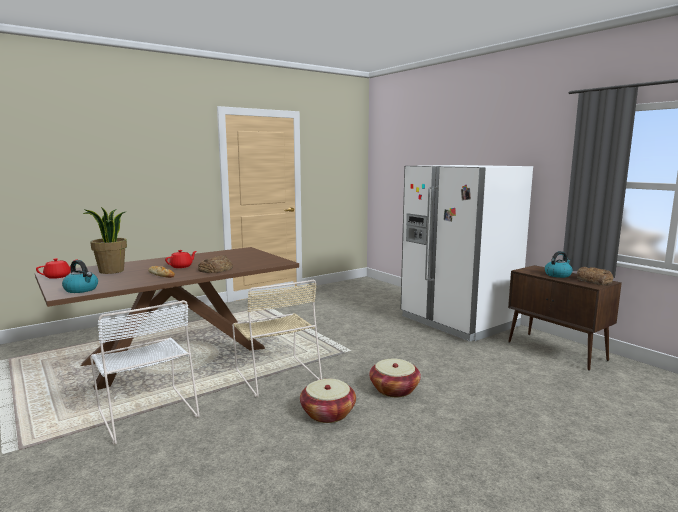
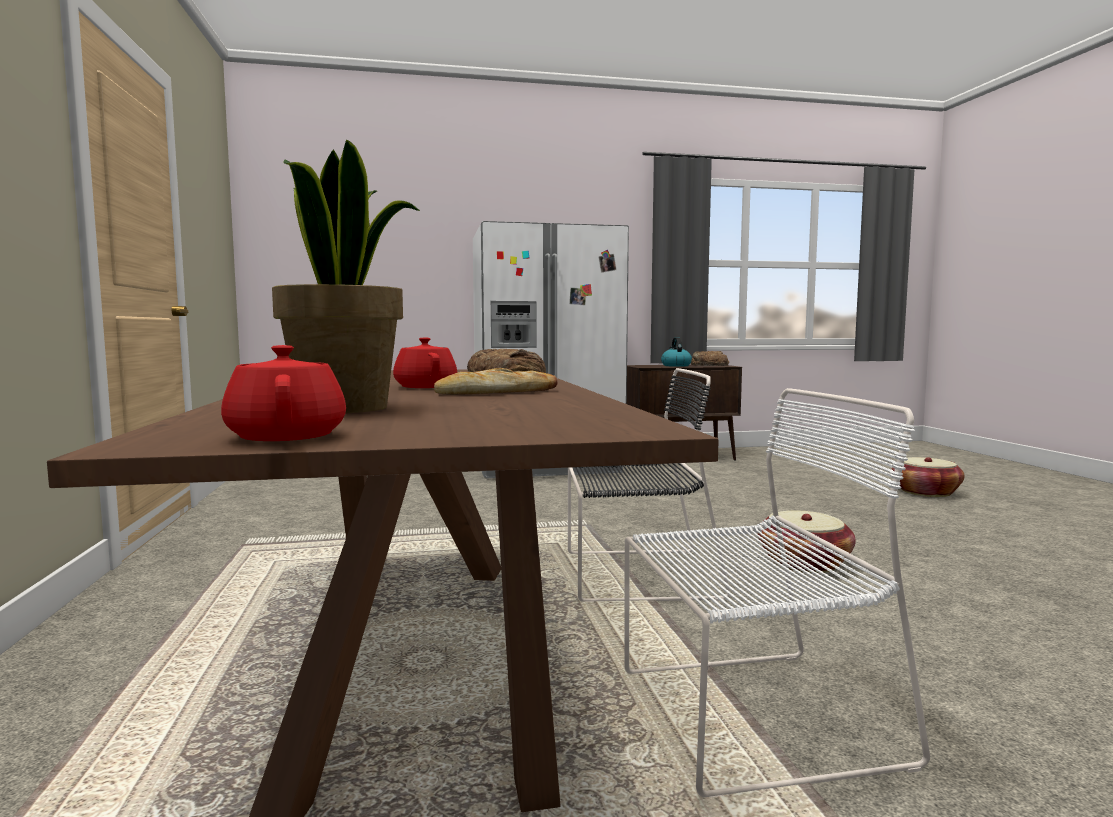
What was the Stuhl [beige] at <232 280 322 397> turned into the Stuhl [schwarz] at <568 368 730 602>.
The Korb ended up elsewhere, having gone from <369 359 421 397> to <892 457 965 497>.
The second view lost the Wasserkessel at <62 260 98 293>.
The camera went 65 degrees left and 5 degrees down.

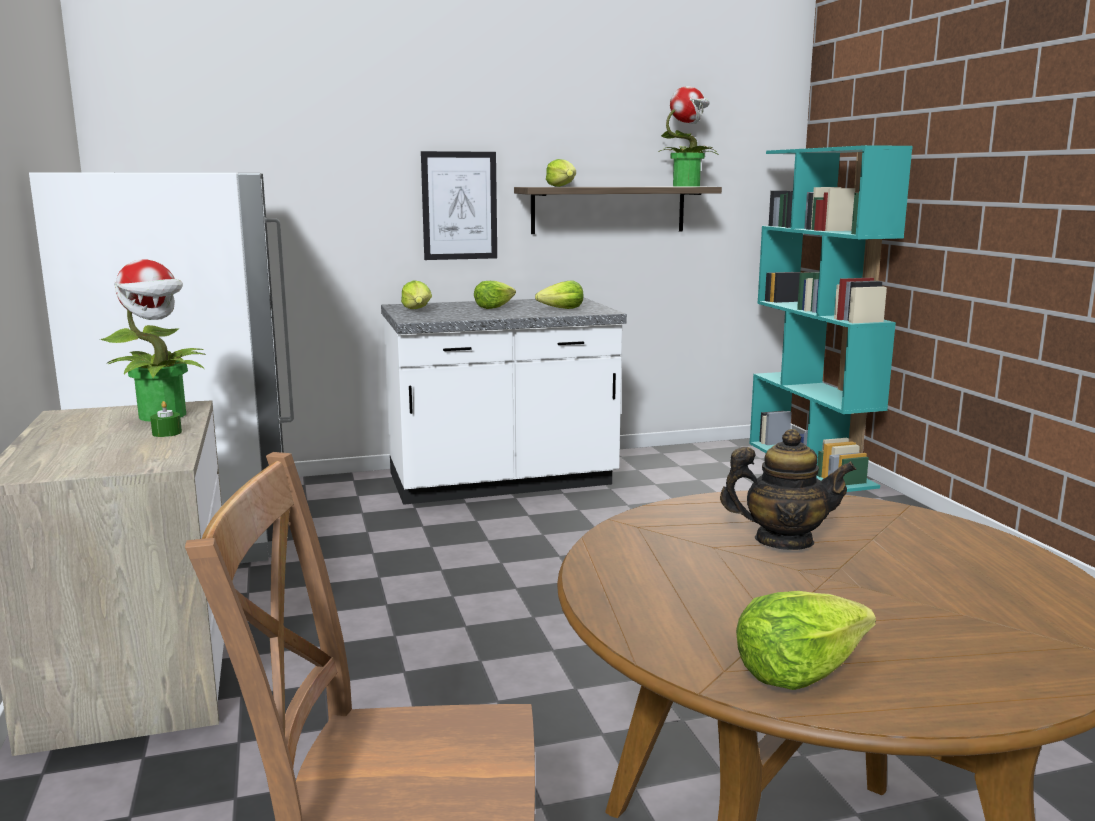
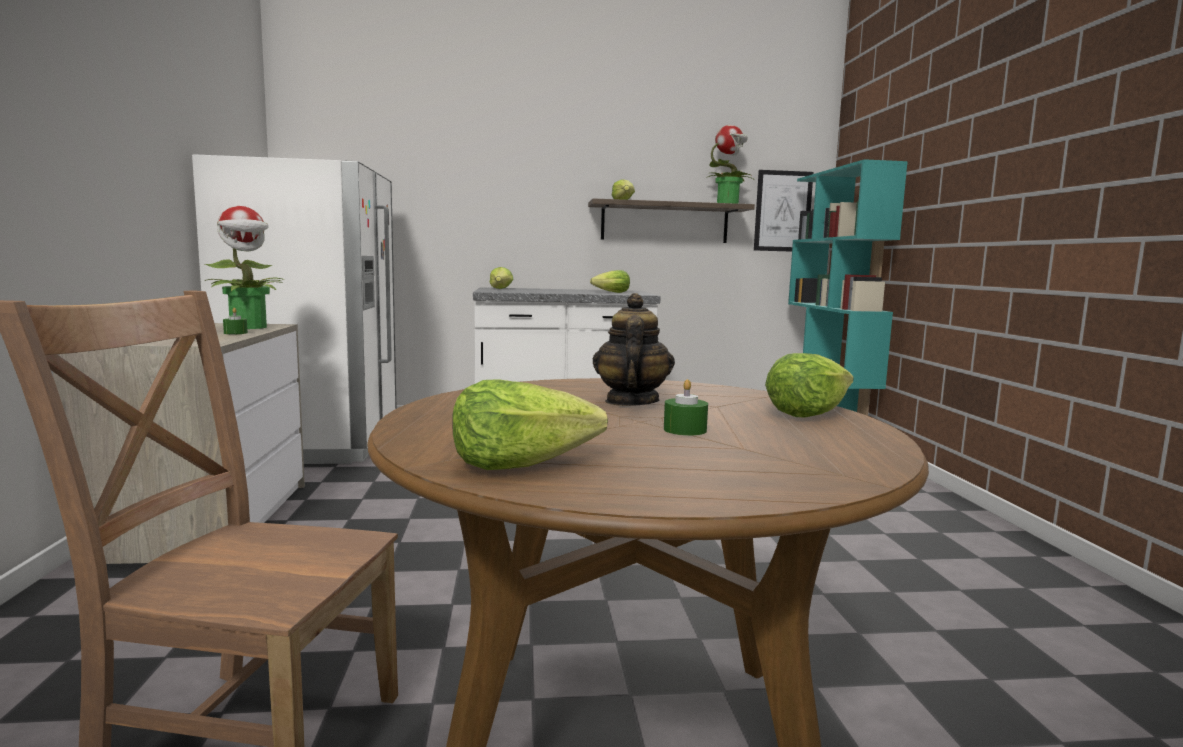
The Teekanne at <720 429 856 550> ended up facing another way, 105 degrees counterclockwise from before.
The second view gained the Kerze [grün] at <664 379 708 436>.
The Bild ended up elsewhere, having gone from <421 151 497 260> to <754 170 814 252>.
The Salatkopf ended up elsewhere, having gone from <474 281 516 309> to <765 353 854 417>.
The camera went 10 degrees right and 5 degrees down.

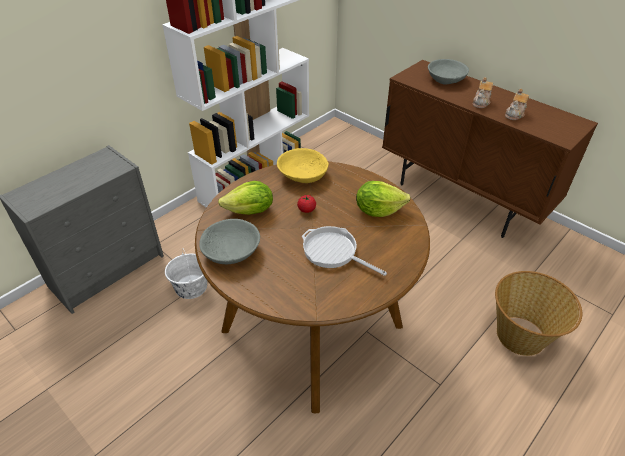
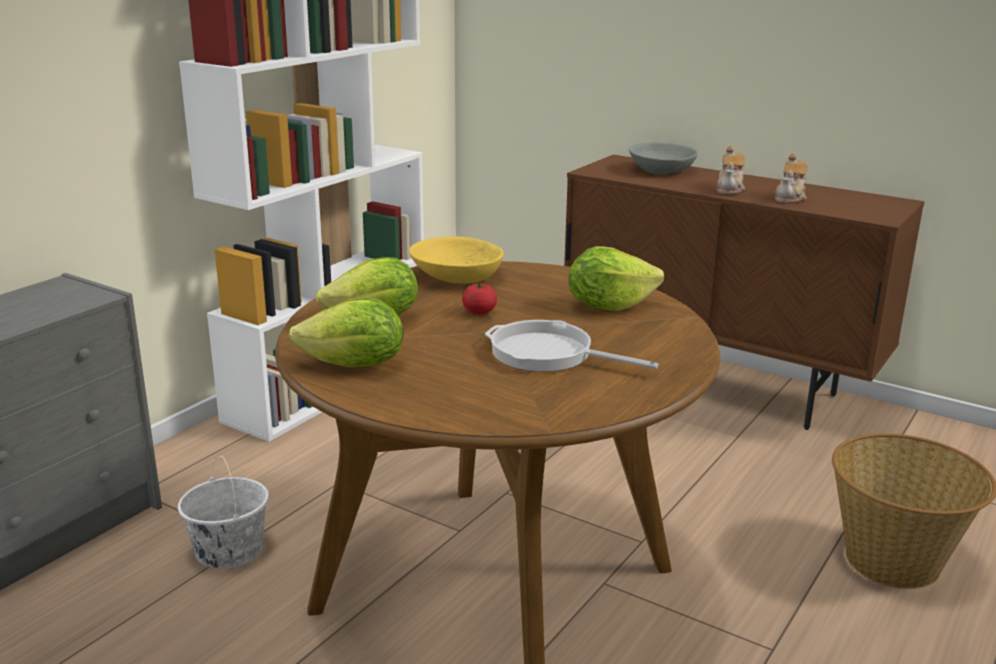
Where the Schüssel [grau] stood at <199 219 260 264>, the Salatkopf came to stand at <289 298 403 367>.
The camera went 10 degrees left and 20 degrees down.

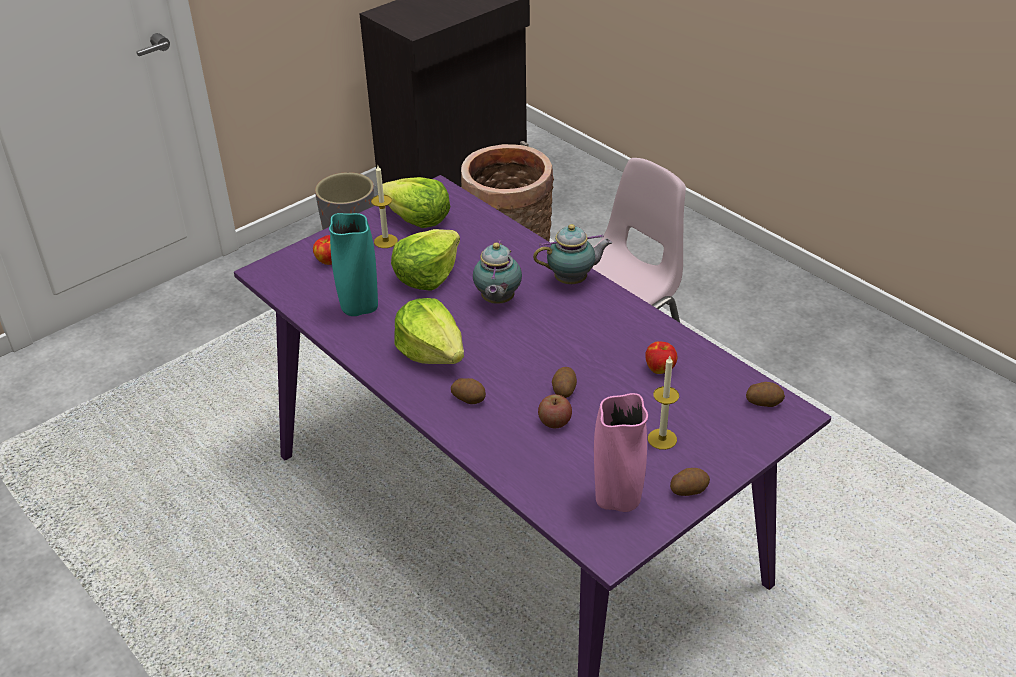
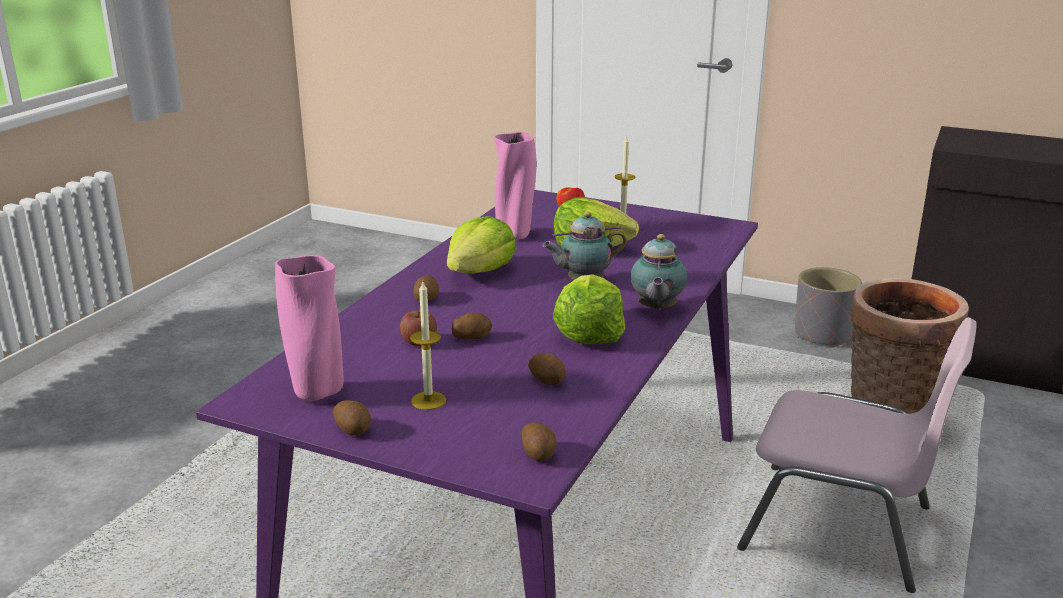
What was the Vase [türkis] at <329 213 378 316> turned into the Vase [rosa] at <494 132 537 240>.
Where the Apfel stood at <645 341 677 374>, the Kartoffel came to stand at <528 354 566 385>.
The Salatkopf ended up elsewhere, having gone from <383 177 450 228> to <553 274 625 344>.
The Teekanne at <533 224 612 284> ended up facing another way, 45 degrees clockwise from before.
The camera went 65 degrees right and 15 degrees down.

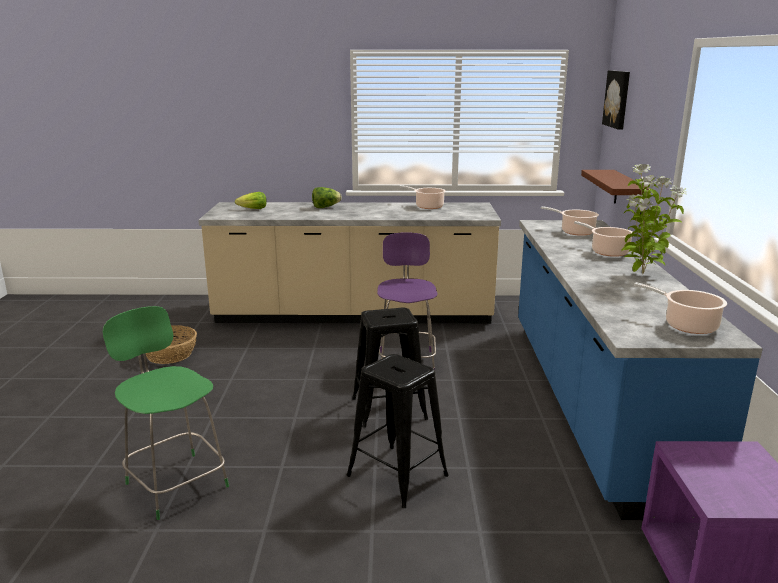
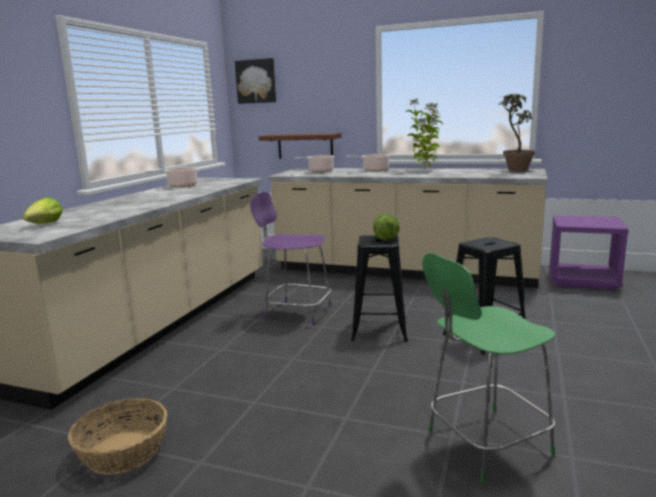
What was the Küchenzeile [blau] at <518 220 763 520> turned into the Küchenzeile [beige] at <268 168 548 288>.
The Salatkopf ended up elsewhere, having gone from <312 187 342 208> to <373 214 400 241>.
Where the Kochtopf stood at <634 282 727 334>, the Topfpflanze came to stand at <499 94 535 172>.
The camera went 70 degrees left and 5 degrees down.

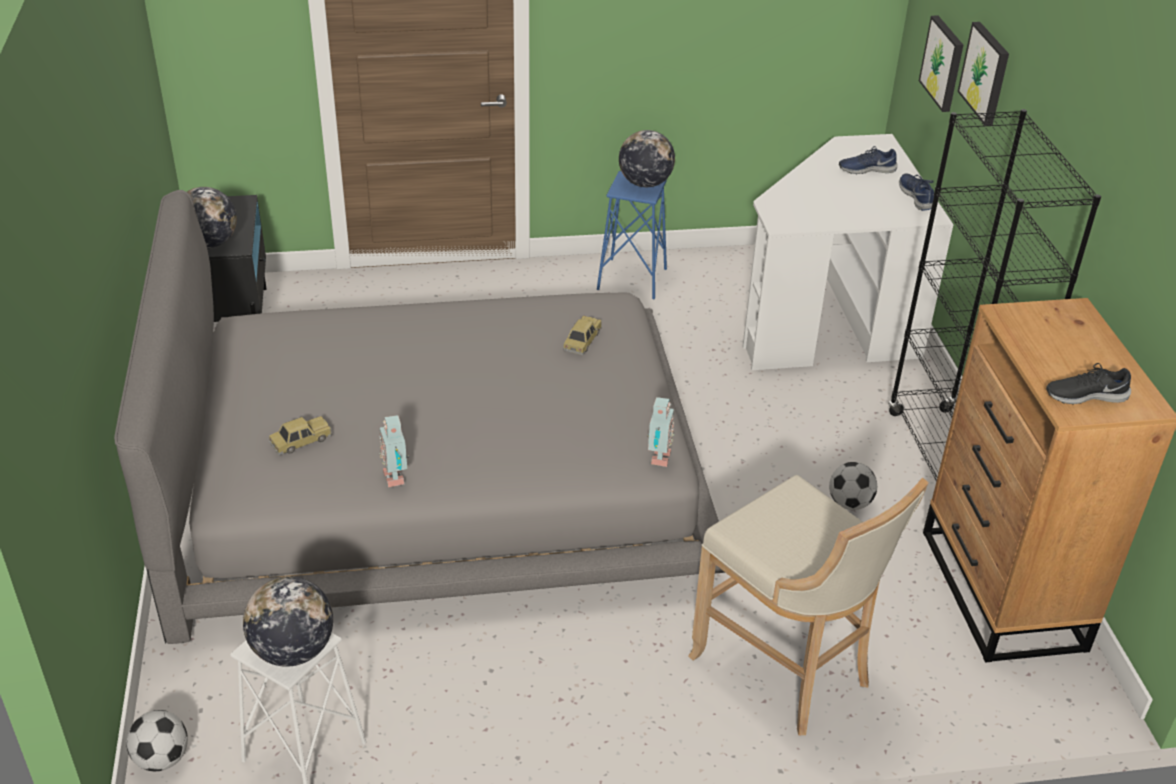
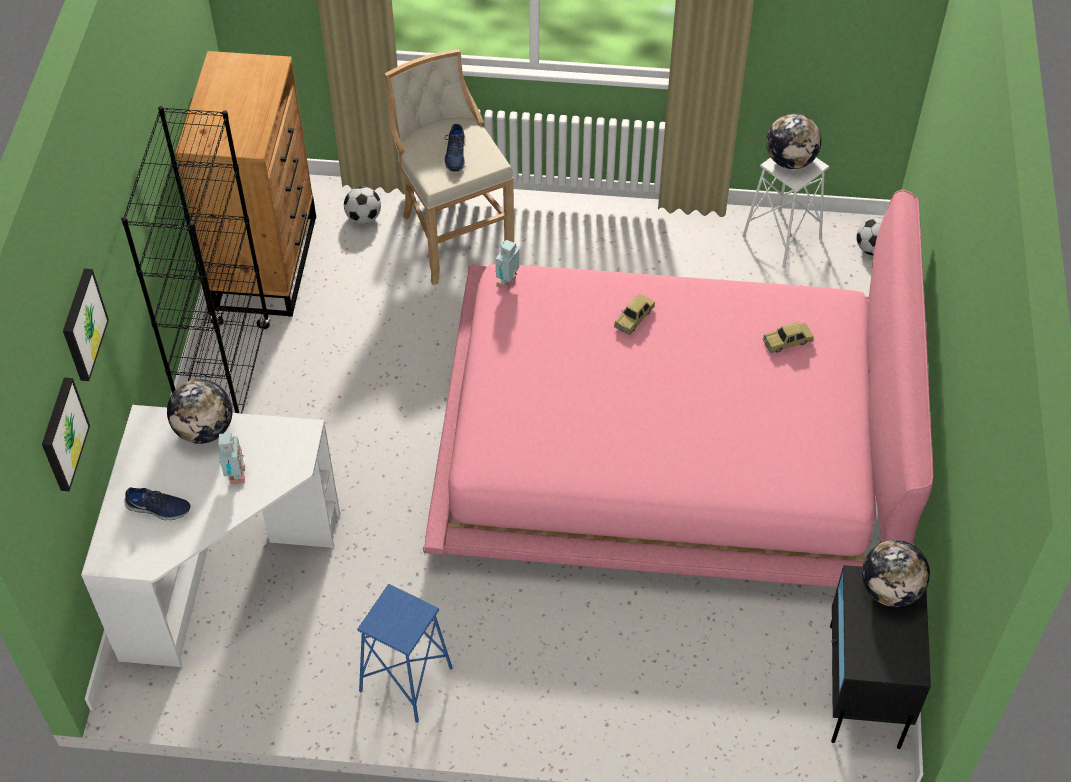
The Globus ended up elsewhere, having gone from <619 130 675 187> to <167 379 233 444>.
The Spielzeugroboter ended up elsewhere, having gone from <379 415 409 488> to <218 433 245 484>.
The Fußball ended up elsewhere, having gone from <829 462 877 510> to <344 187 381 224>.
What was the Bett [grau] at <114 190 725 644> turned into the Bett [rosa] at <423 190 934 587>.
The Schuh [blau] ended up elsewhere, having gone from <899 173 934 211> to <444 124 465 172>.
The Spielzeugauto ended up elsewhere, having gone from <563 316 602 355> to <614 294 655 335>.
The second view lost the Schuh [schwarz] at <1046 363 1131 404>.
The camera went 165 degrees left and 15 degrees up.

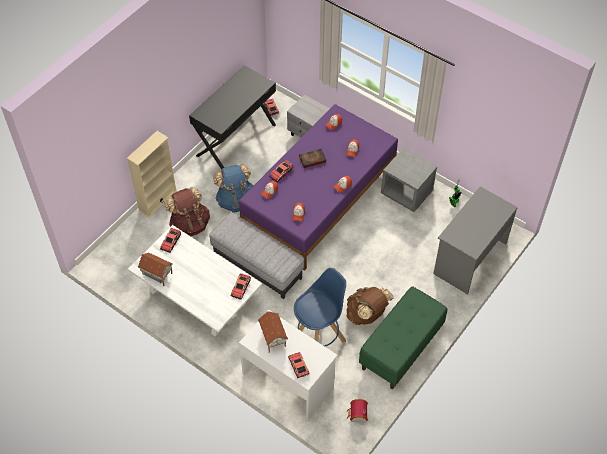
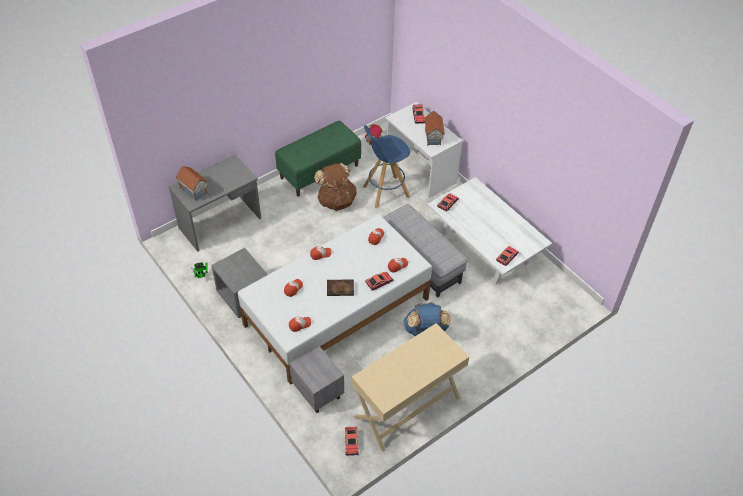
The Spielzeughaus ended up elsewhere, having gone from <138 253 173 286> to <176 166 208 201>.
What was the Bett [lila] at <239 104 398 271> turned into the Bett [weiß] at <238 214 432 385>.
What was the Schreibtisch [schwarz] at <189 65 276 170> turned into the Schreibtisch [beige] at <352 323 469 452>.
The second view lost the Bücherregal [beige] at <127 131 177 218>.
The second view lost the Rucksack [braun] at <164 187 210 236>.
The camera went 165 degrees left and 5 degrees down.

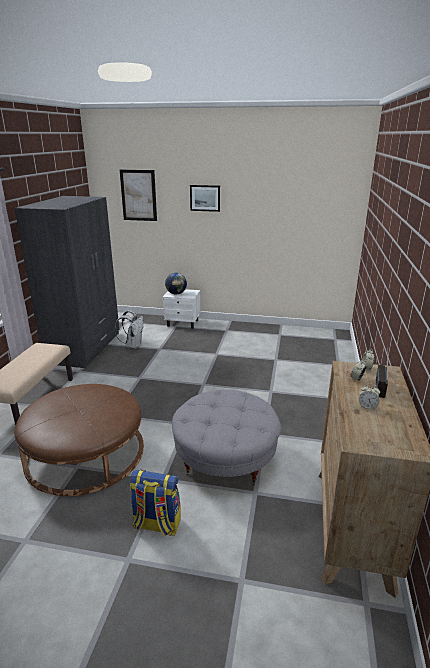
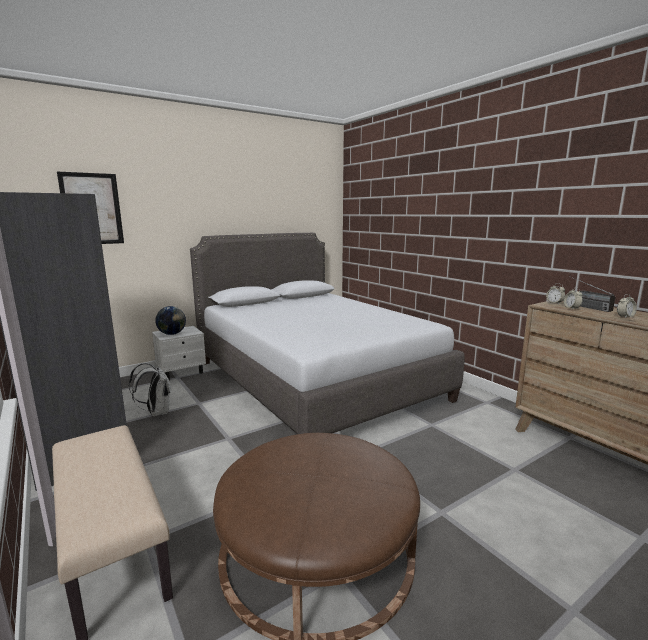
The second view gained the Bett [grau] at <190 233 465 434>.
The second view lost the Rucksack at <130 470 181 537>.
The second view lost the Polsterhocker [grau] at <172 390 281 485>.
The second view lost the Bild at <190 185 220 212>.
The camera went 45 degrees left and 10 degrees down.

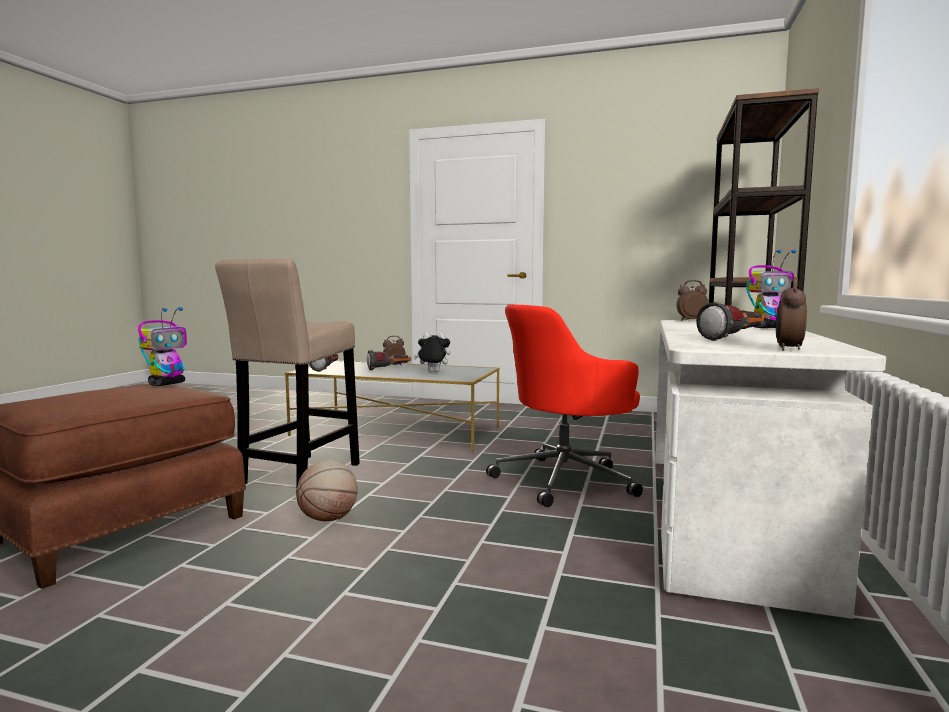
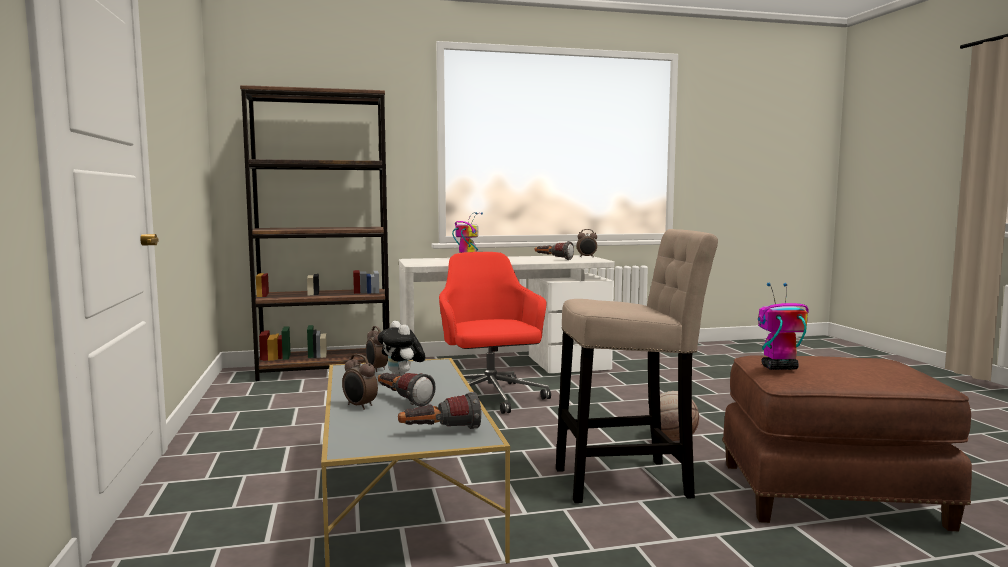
The Wecker ended up elsewhere, having gone from <676 280 709 321> to <366 326 388 372>.
The Bürostuhl [rot] at <486 305 643 507> ended up facing another way, 135 degrees counterclockwise from before.
The camera went 120 degrees left and 0 degrees up.

